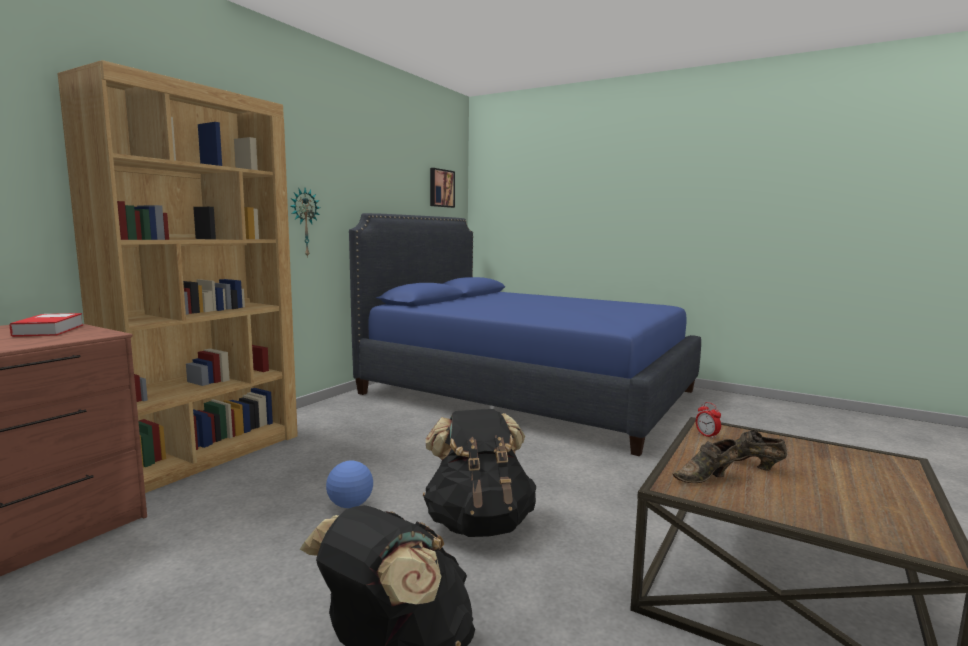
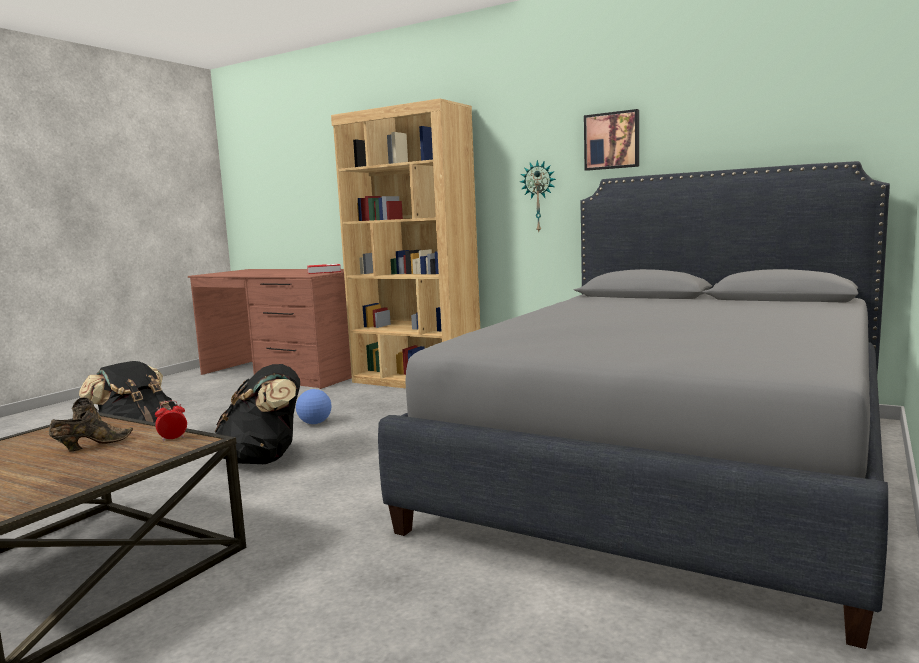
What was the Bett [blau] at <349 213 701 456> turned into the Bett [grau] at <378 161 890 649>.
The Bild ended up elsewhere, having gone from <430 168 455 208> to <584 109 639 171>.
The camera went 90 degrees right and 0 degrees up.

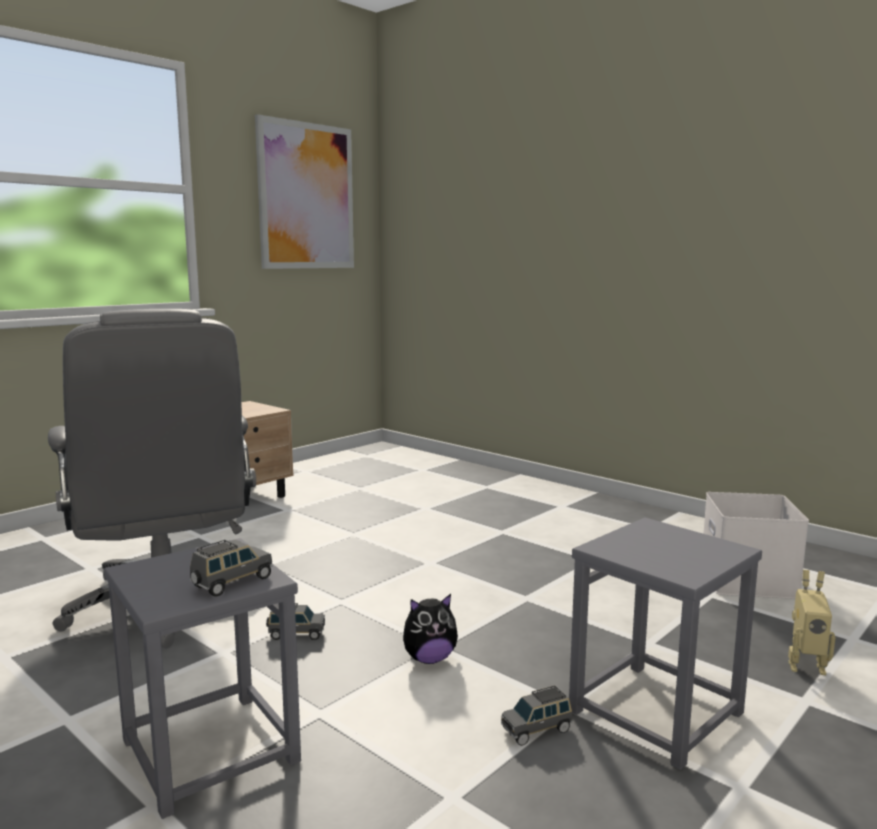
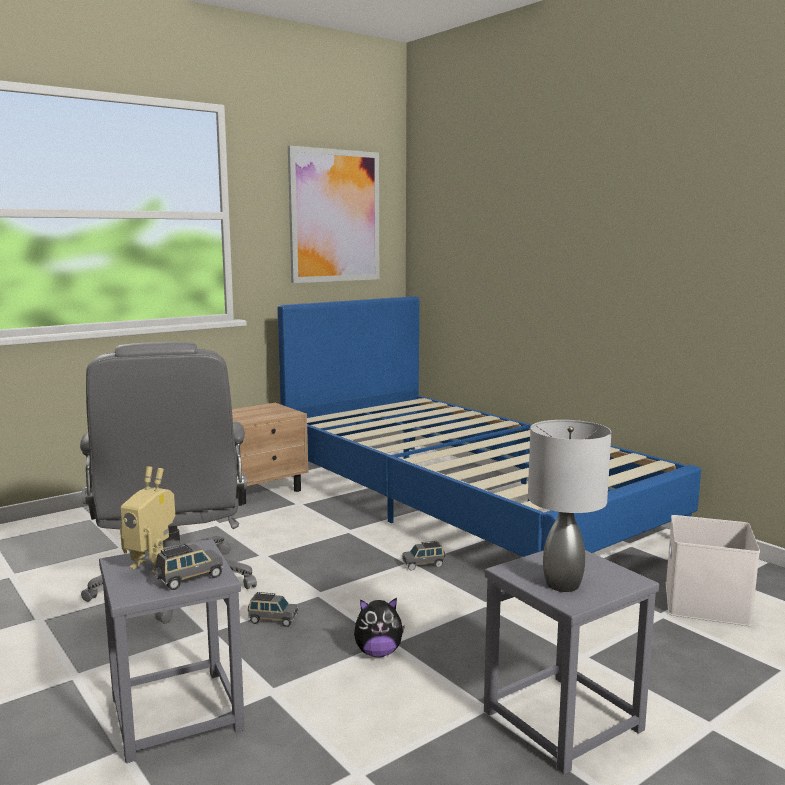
The Spielzeugroboter ended up elsewhere, having gone from <788 570 836 675> to <120 466 175 574>.
The second view gained the Bett [blau] at <277 296 701 557>.
The Spielzeugauto [grau] ended up elsewhere, having gone from <501 685 572 746> to <402 541 445 571>.
The second view gained the Tischlampe [grau] at <528 420 611 592>.
The camera went 10 degrees right and 0 degrees up.

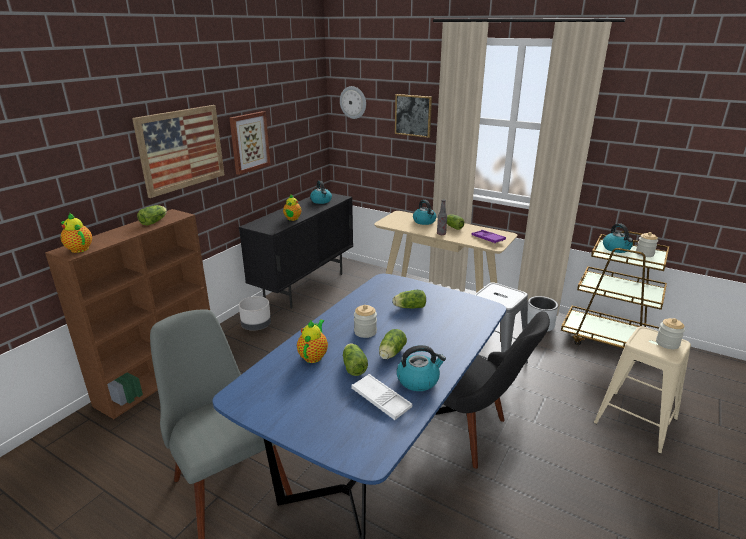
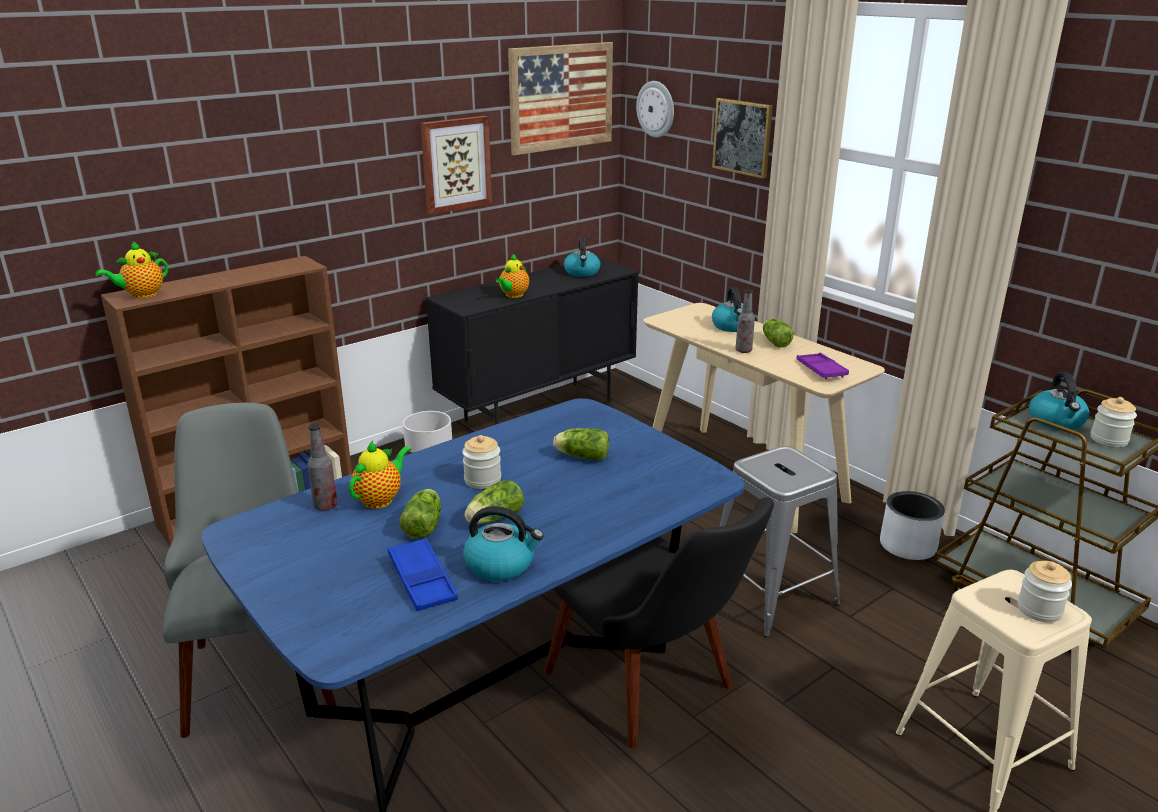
The Teekanne at <61 213 92 253> ended up facing another way, 105 degrees counterclockwise from before.
The second view gained the Flasche at <308 423 338 511>.
What was the Tablett [weiß] at <351 374 412 420> turned into the Tablett [blau] at <388 538 458 611>.
The Bild ended up elsewhere, having gone from <132 105 224 198> to <508 42 613 155>.
The second view lost the Salatkopf at <137 205 167 226>.
The camera went 20 degrees right and 0 degrees up.

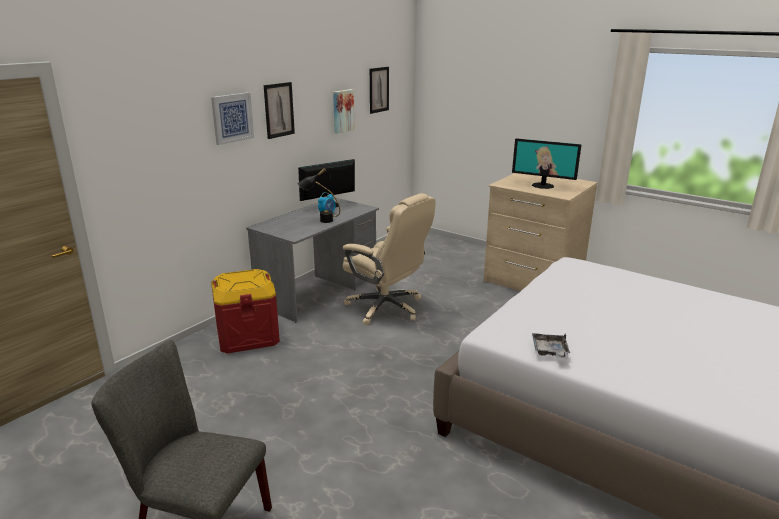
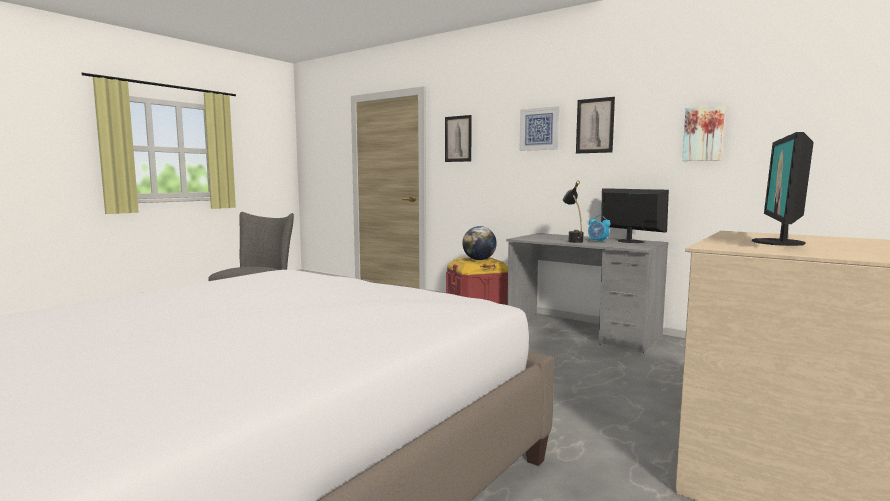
The Bild ended up elsewhere, having gone from <370 67 389 114> to <445 115 472 162>.
The second view gained the Globus at <462 226 497 260>.
The second view lost the Bürostuhl [beige] at <343 193 436 325>.
The second view lost the Tablett [grau] at <532 333 570 358>.
The camera went 90 degrees right and 15 degrees down.

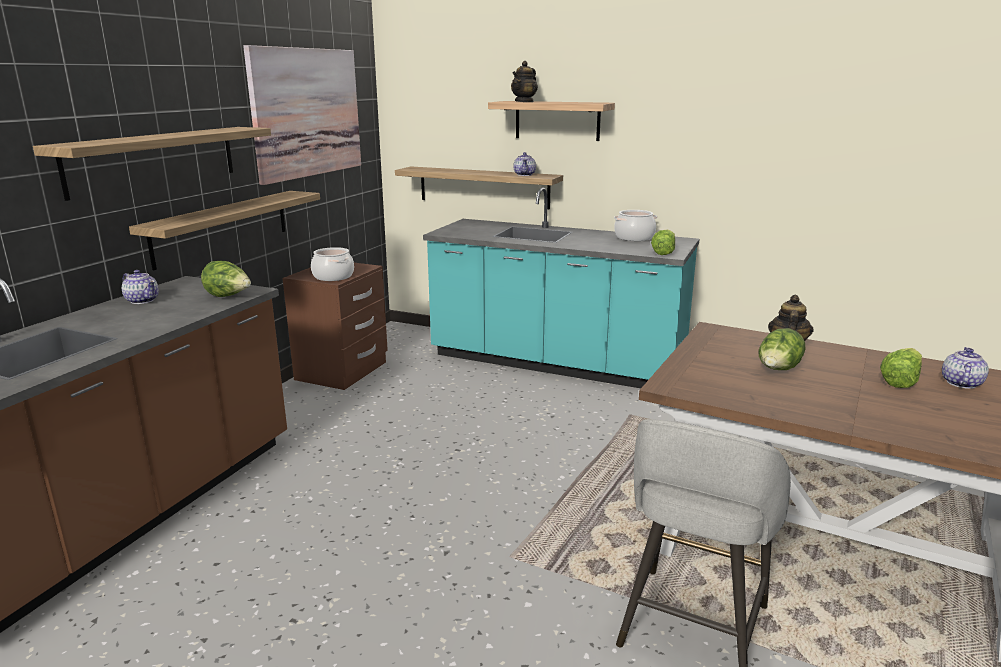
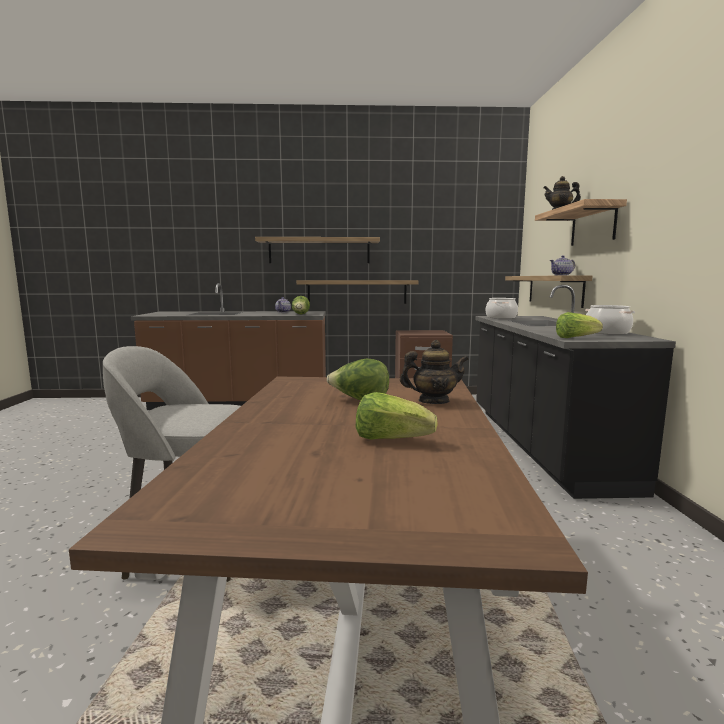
What was the Küchenzeile [türkis] at <423 187 699 388> turned into the Küchenzeile [schwarz] at <475 285 676 499>.
The Kochtopf ended up elsewhere, having gone from <311 247 354 281> to <486 298 518 319>.
The second view lost the Bild at <243 45 361 185>.
The second view lost the Teekanne at <942 347 989 389>.
The camera went 65 degrees right and 10 degrees down.

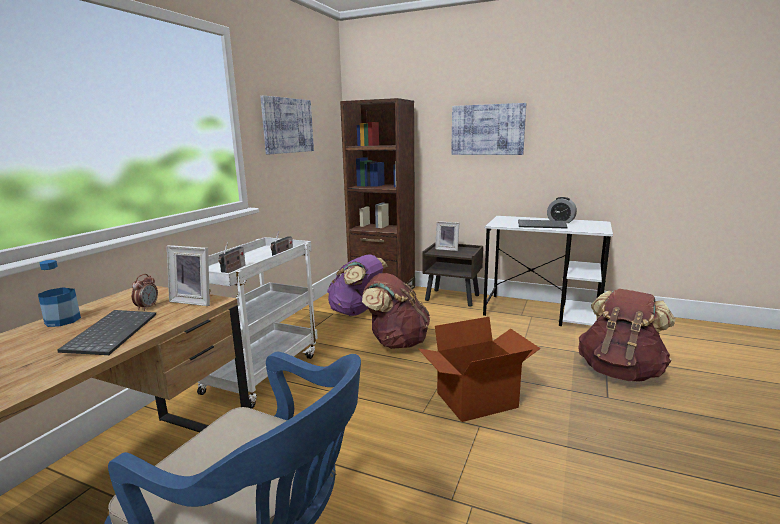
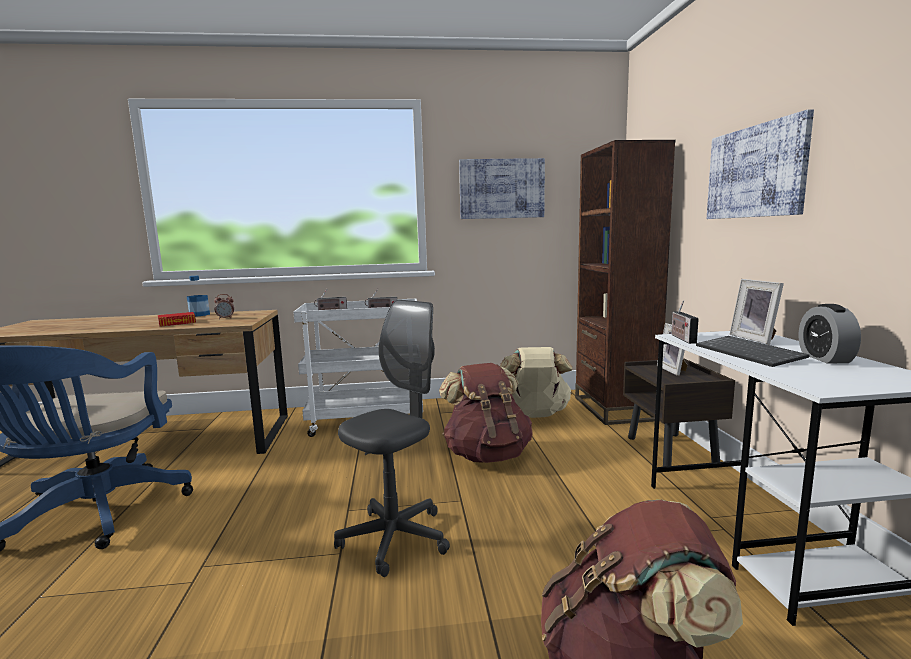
Where the Tastatur stood at <58 310 156 355>, the Buch came to stand at <158 312 196 327>.
Where the Karton stood at <418 317 541 422>, the Bürostuhl [grau] came to stand at <334 300 450 577>.
What was the Rucksack [lila] at <327 254 387 316> turned into the Rucksack [beige] at <500 347 572 418>.
The second view gained the Radio at <671 300 699 344>.
The Bilderrahmen ended up elsewhere, having gone from <167 245 211 306> to <730 279 784 344>.
The camera went 60 degrees right and 5 degrees down.

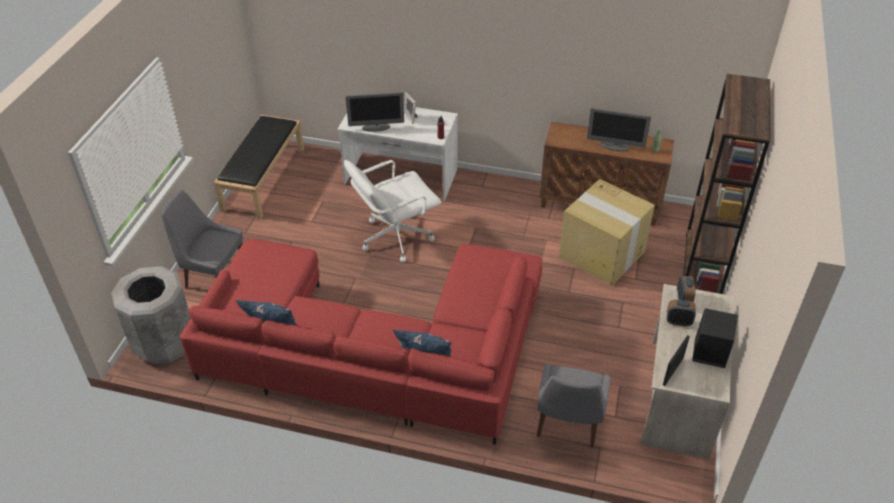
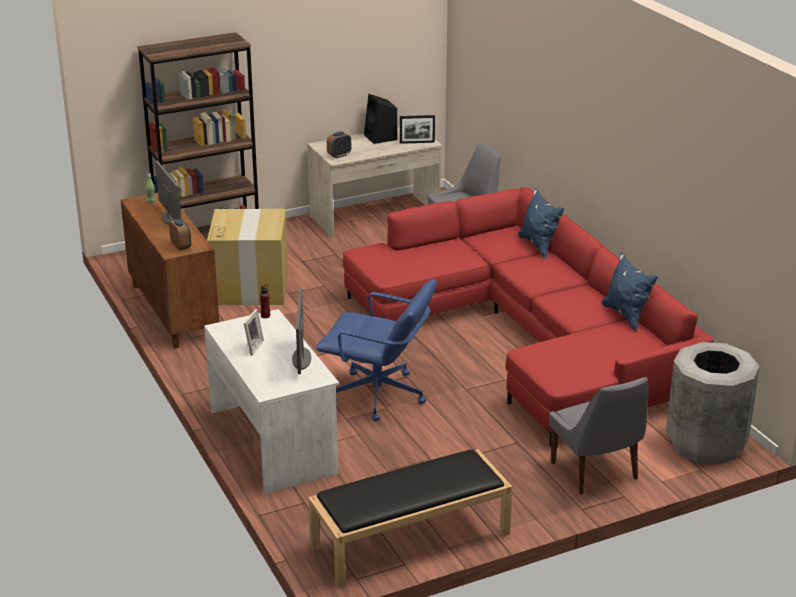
The Wecker ended up elsewhere, having gone from <667 300 696 327> to <169 219 191 251>.
The Monitor at <346 92 404 132> ended up facing another way, 135 degrees counterclockwise from before.
What was the Bürostuhl [weiß] at <344 160 441 262> turned into the Bürostuhl [blau] at <316 279 437 421>.
The camera went 130 degrees left and 15 degrees down.

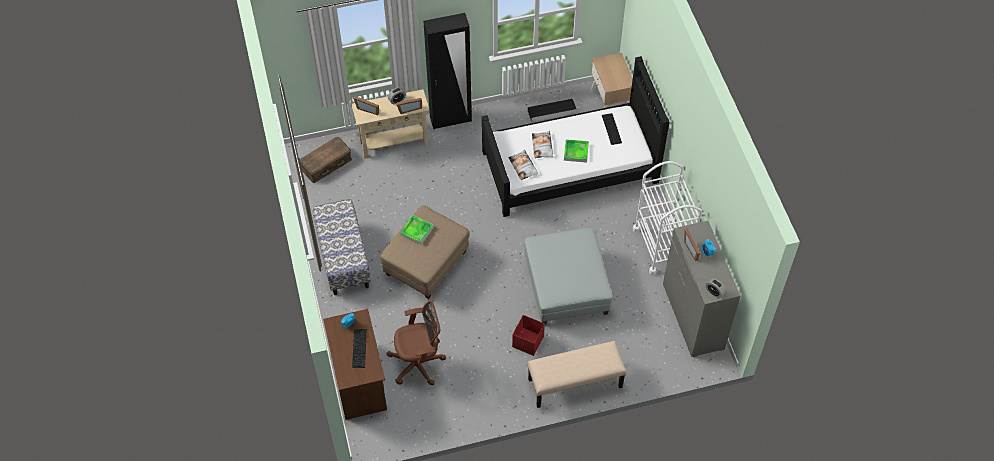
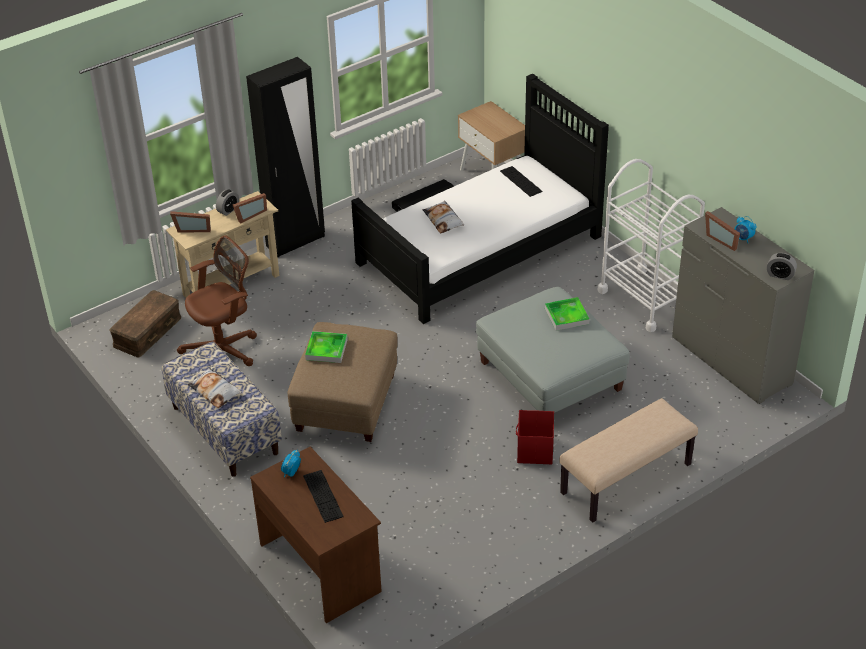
The Bürostuhl [braun] ended up elsewhere, having gone from <386 300 446 385> to <177 235 257 366>.
The Kissen ended up elsewhere, having gone from <508 150 538 180> to <188 368 241 408>.
The Tablett ended up elsewhere, having gone from <564 139 589 163> to <545 297 589 331>.
The camera went 20 degrees left and 15 degrees down.

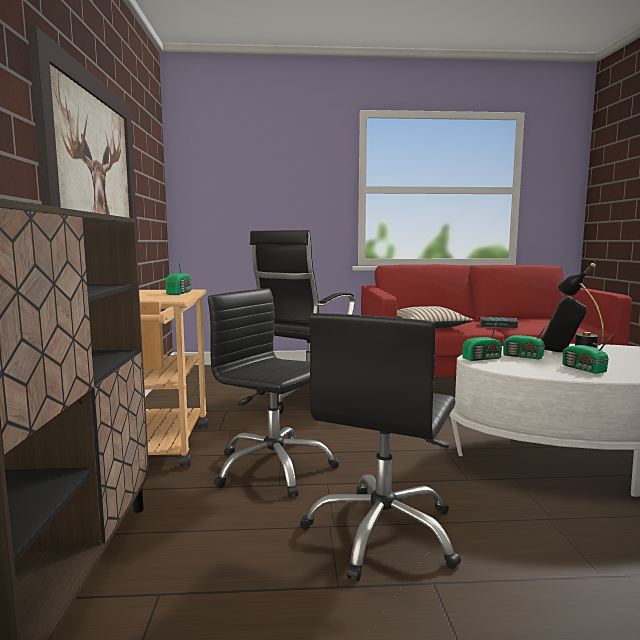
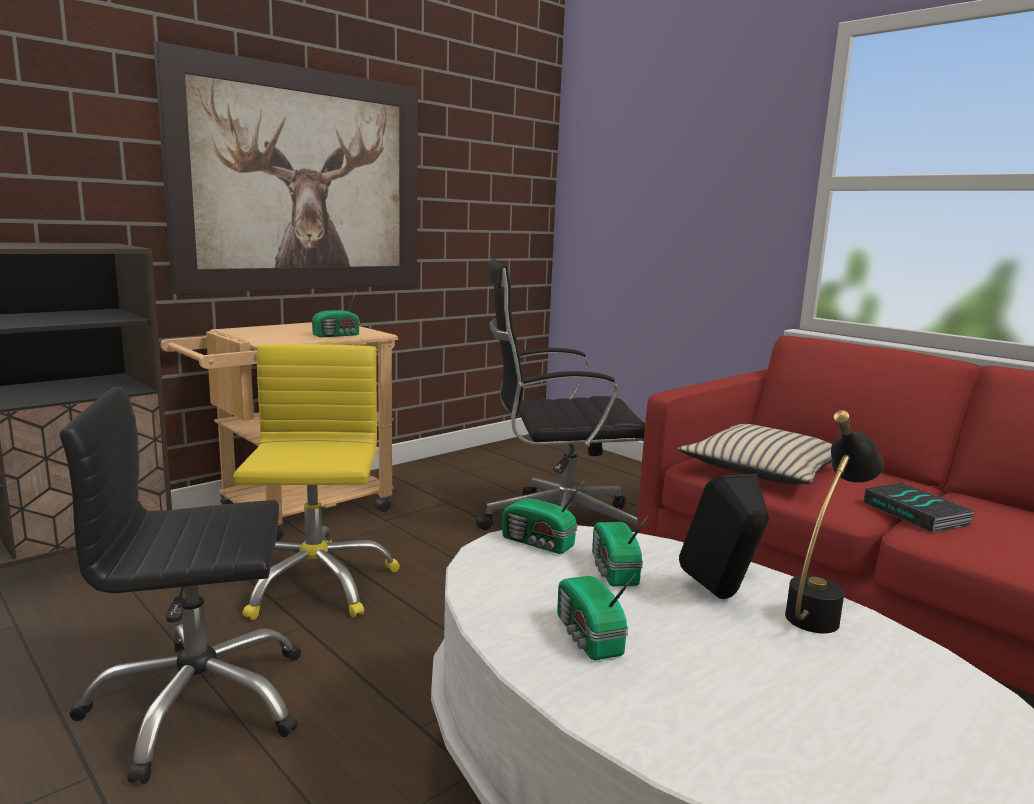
What was the Bürostuhl [schwarz] at <208 289 339 498> turned into the Bürostuhl [gelb] at <233 344 400 620>.
The Radio at <562 332 615 374> ended up facing another way, 45 degrees counterclockwise from before.
The camera went 50 degrees right and 5 degrees up.

